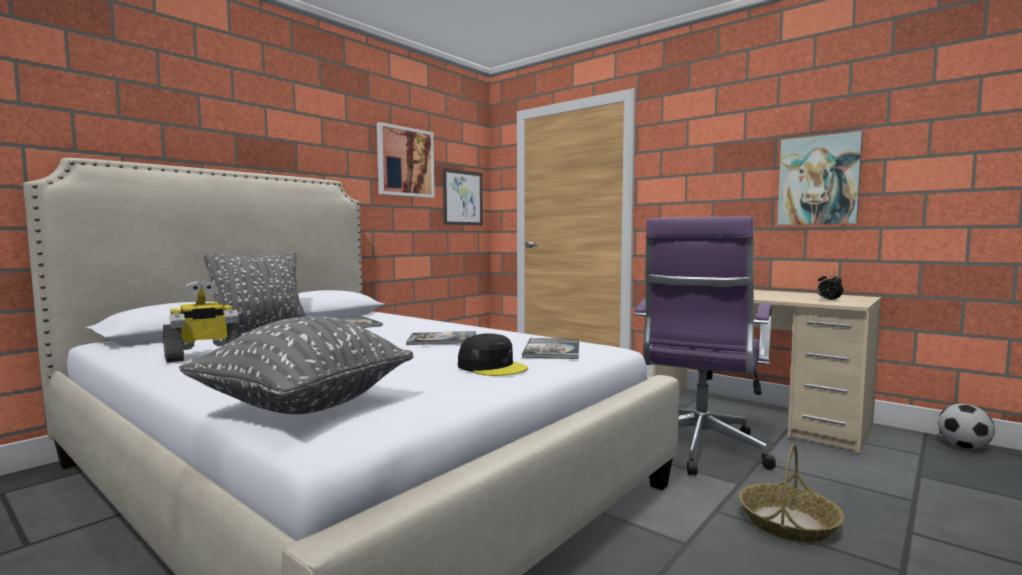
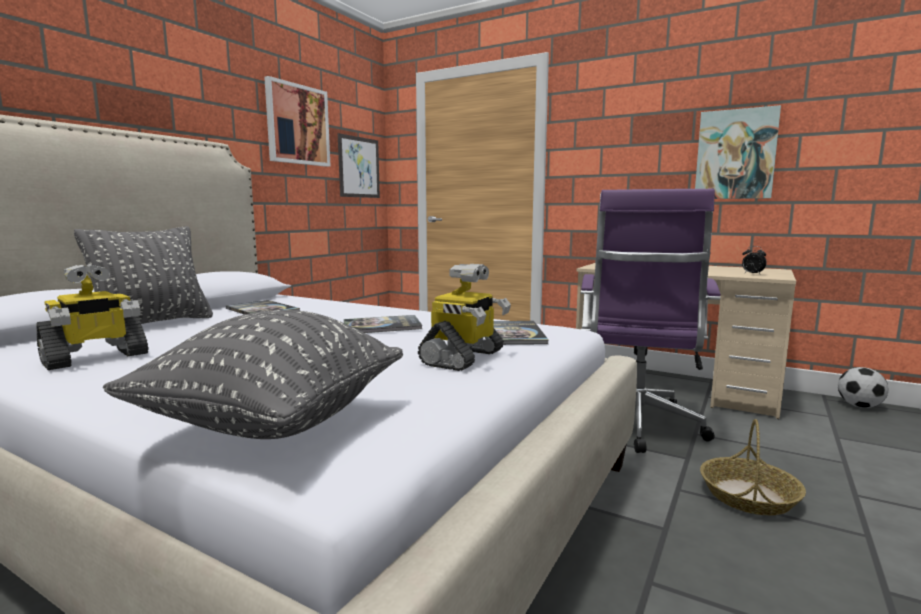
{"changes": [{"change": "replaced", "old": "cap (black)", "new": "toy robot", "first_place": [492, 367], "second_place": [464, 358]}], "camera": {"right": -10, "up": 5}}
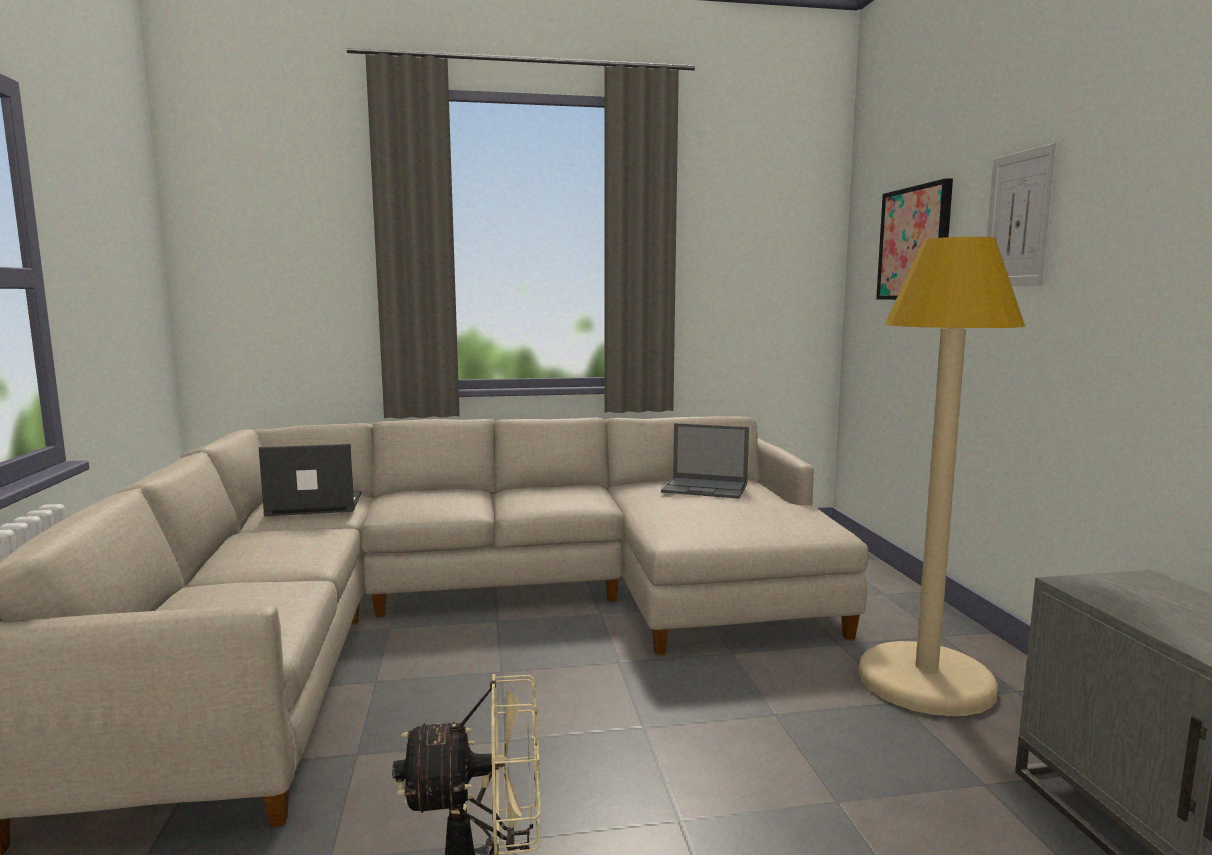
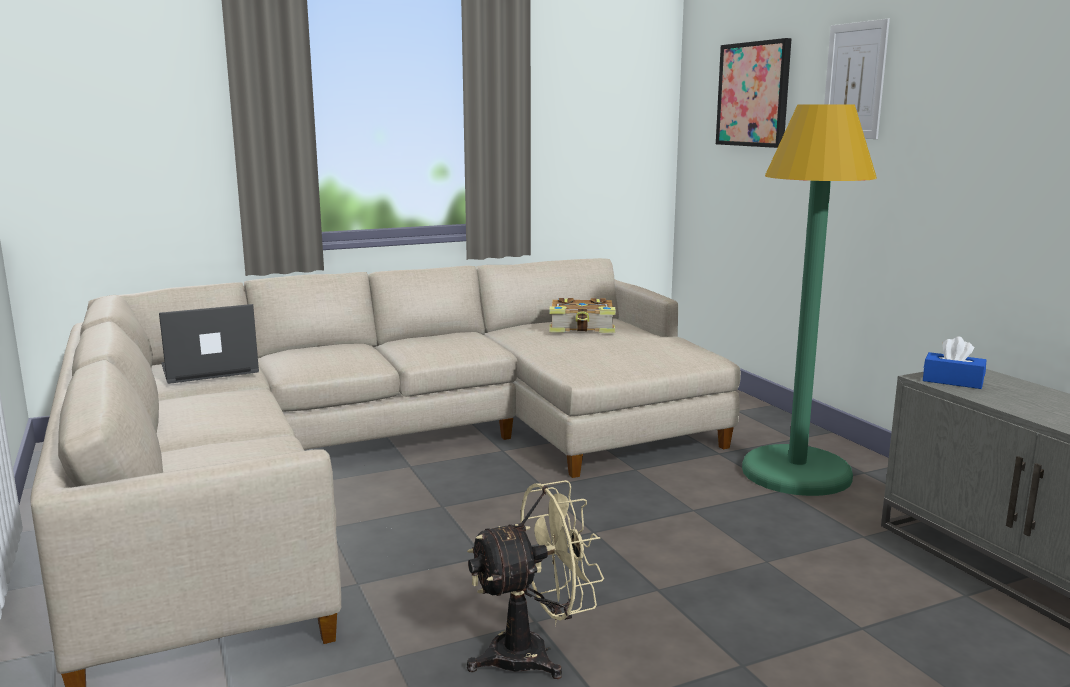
{"changes": [{"change": "added", "new": "tissue box (blue)", "second_place": [952, 381]}, {"change": "replaced", "old": "laptop", "new": "book", "first_place": [706, 488], "second_place": [582, 327]}, {"change": "recoloured", "old": "floor lamp (beige)", "new": "floor lamp (green)", "first_place": [926, 681], "second_place": [796, 473]}], "camera": {"right": -15, "up": 5}}
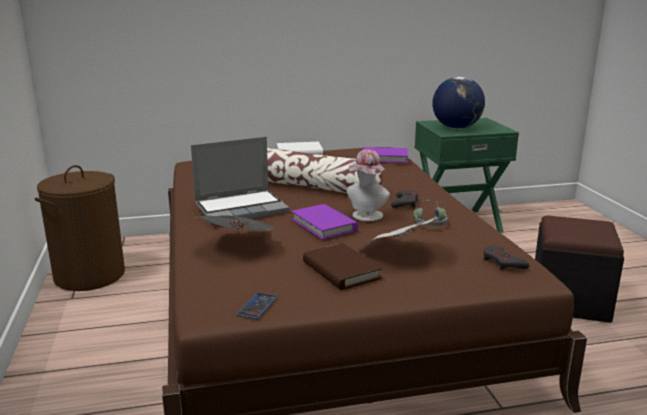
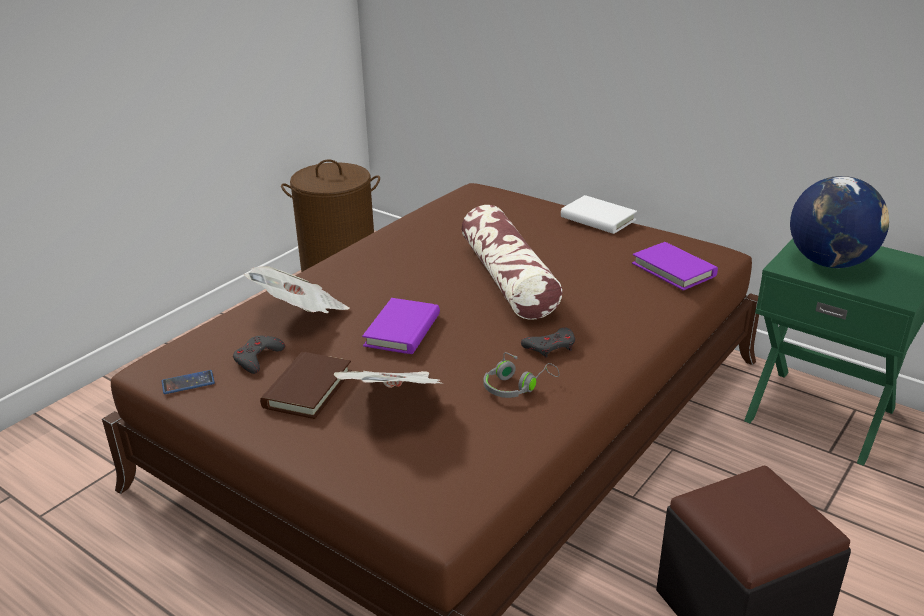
{"changes": [{"change": "removed", "old": "laptop", "first_place": [242, 208]}, {"change": "removed", "old": "hat", "first_place": [366, 217]}, {"change": "moved", "old": "game controller (grey)", "first_place": [503, 262], "second_place": [257, 358]}], "camera": {"right": 50, "up": 10}}
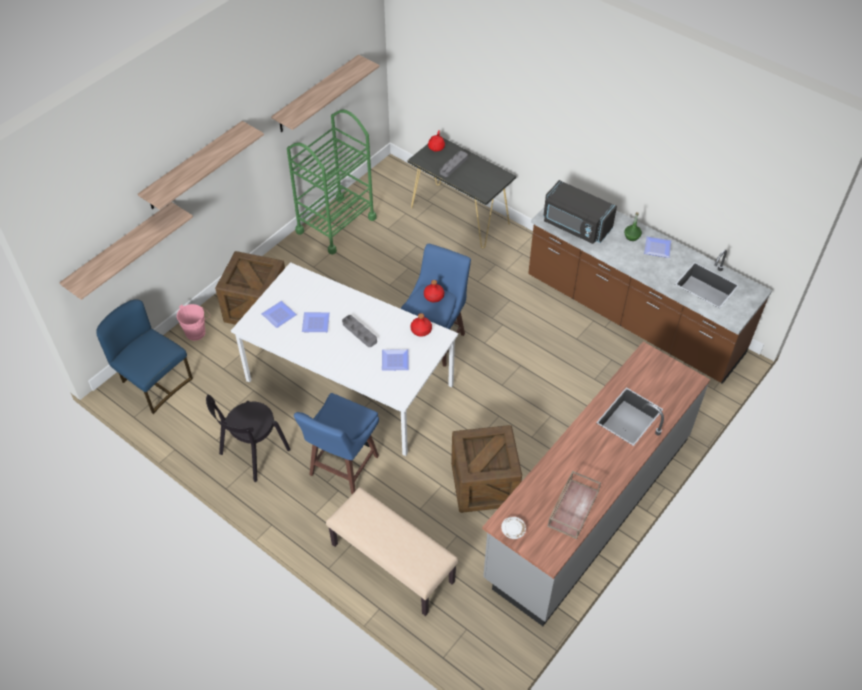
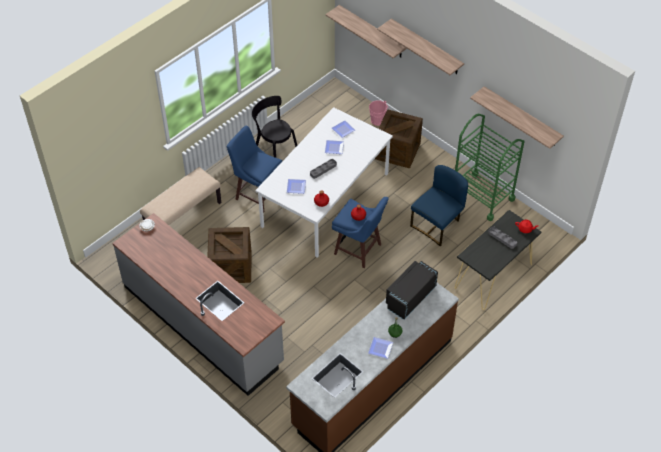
{"changes": [{"change": "removed", "old": "tray (brown)", "first_place": [573, 507]}, {"change": "moved", "old": "chair (blue)", "first_place": [154, 382], "second_place": [437, 225]}], "camera": {"right": 95, "up": 0}}
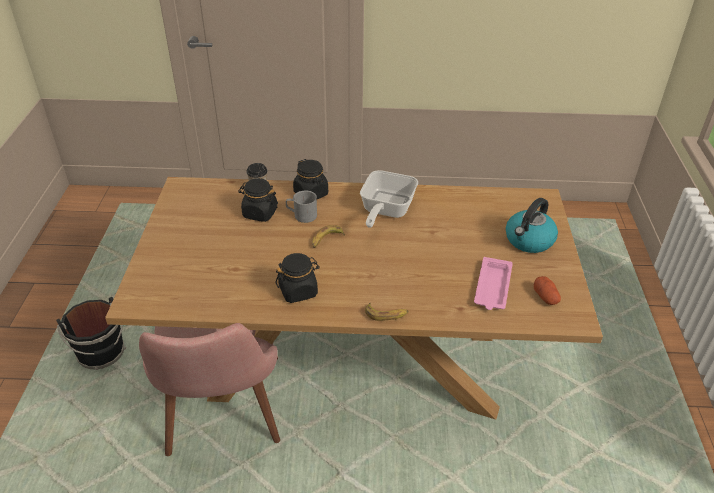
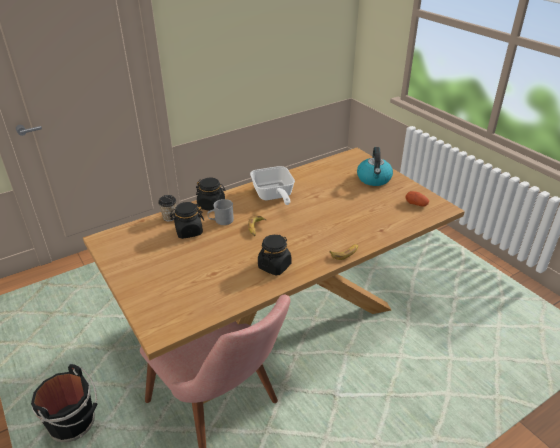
{"changes": [{"change": "removed", "old": "tray (pink)", "first_place": [492, 288]}], "camera": {"right": -35, "up": -5}}
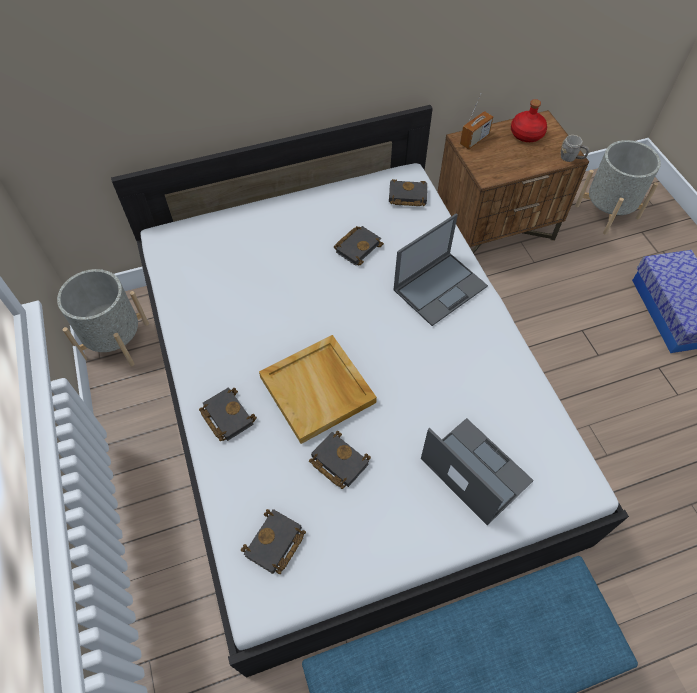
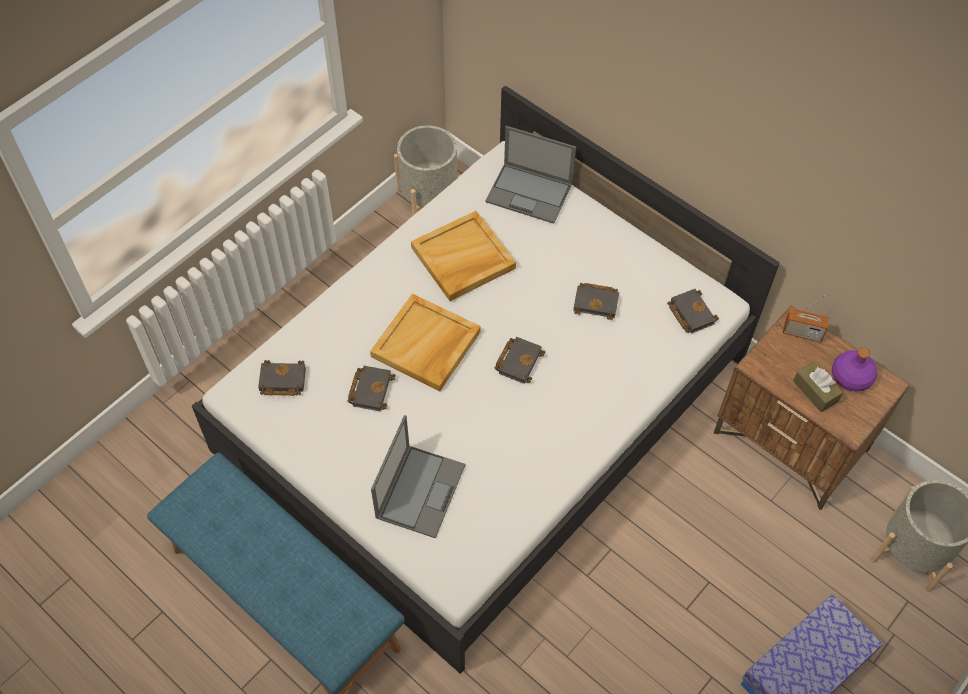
{"changes": [{"change": "removed", "old": "mug (grey)", "first_place": [571, 158]}, {"change": "added", "new": "tray (beige)", "second_place": [462, 259]}, {"change": "added", "new": "tissue box (brown)", "second_place": [815, 391]}, {"change": "moved", "old": "book (black)", "first_place": [226, 416], "second_place": [518, 360]}, {"change": "moved", "old": "laptop", "first_place": [440, 287], "second_place": [530, 193]}, {"change": "recoloured", "old": "bottle (red)", "new": "bottle (purple)", "first_place": [527, 134], "second_place": [851, 377]}], "camera": {"right": 60, "up": 0}}
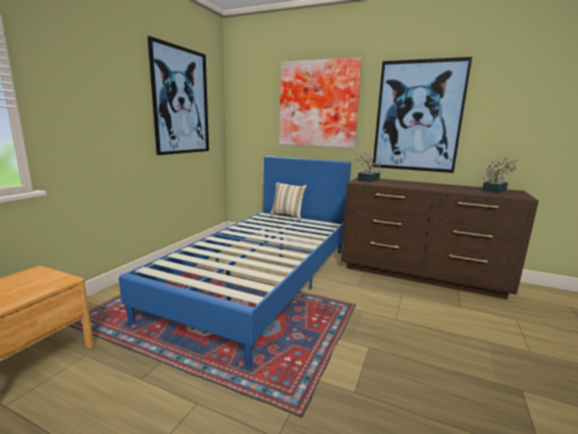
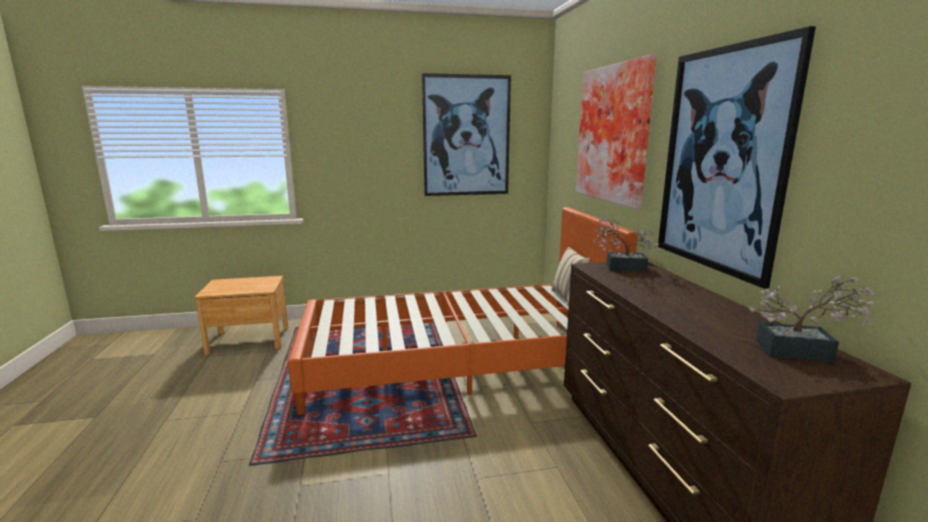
{"changes": [{"change": "recoloured", "old": "bed (blue)", "new": "bed (orange)", "first_place": [261, 279], "second_place": [455, 361]}], "camera": {"right": 55, "up": 0}}
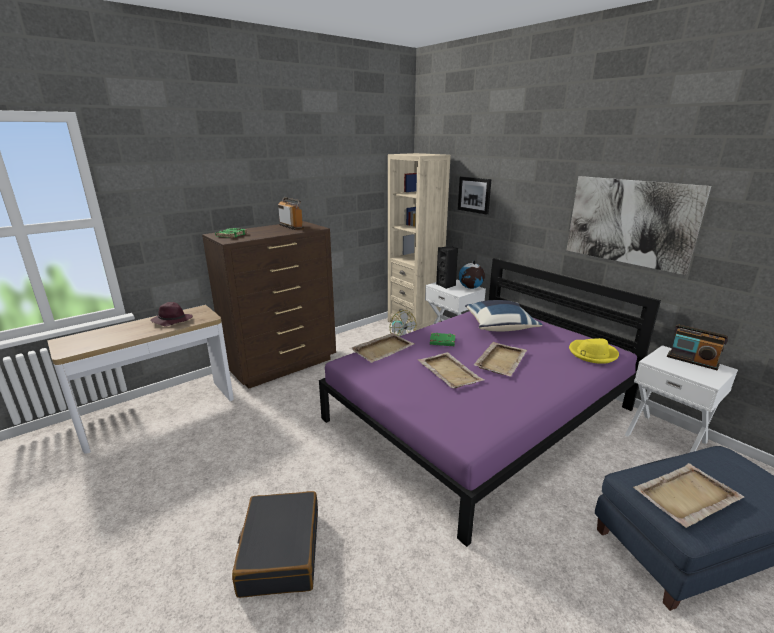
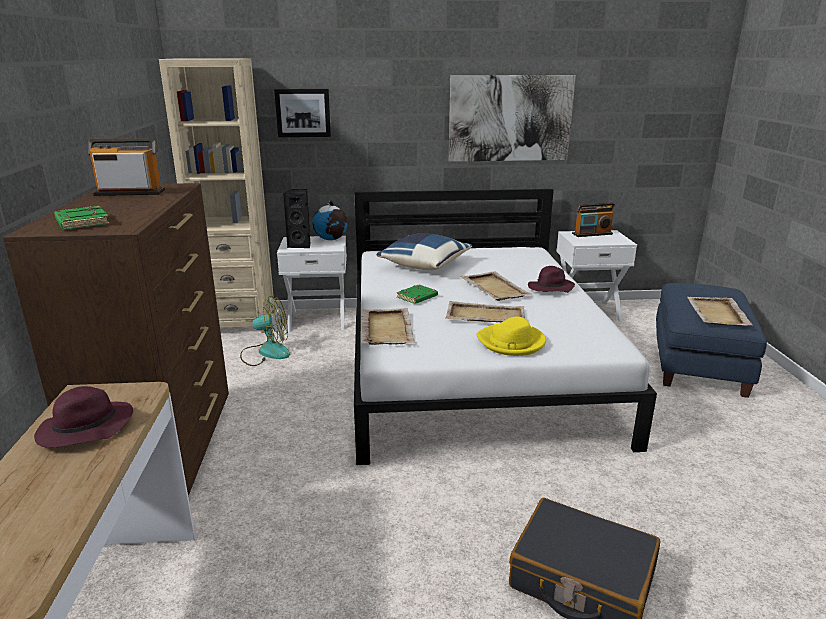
{"changes": [{"change": "added", "new": "hat (purple)", "second_place": [550, 289]}, {"change": "moved", "old": "hat (yellow)", "first_place": [592, 353], "second_place": [511, 342]}, {"change": "recoloured", "old": "bed (purple)", "new": "bed (white)", "first_place": [480, 414], "second_place": [472, 365]}], "camera": {"right": -55, "up": 0}}
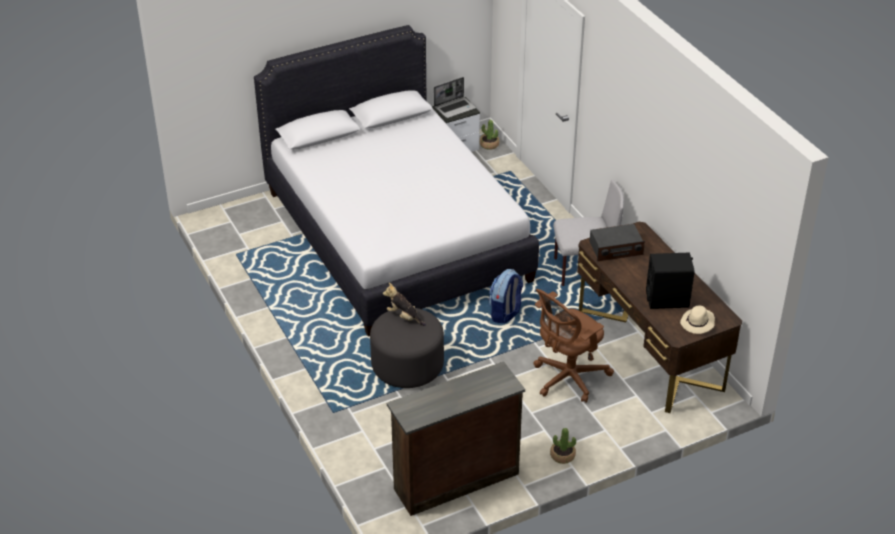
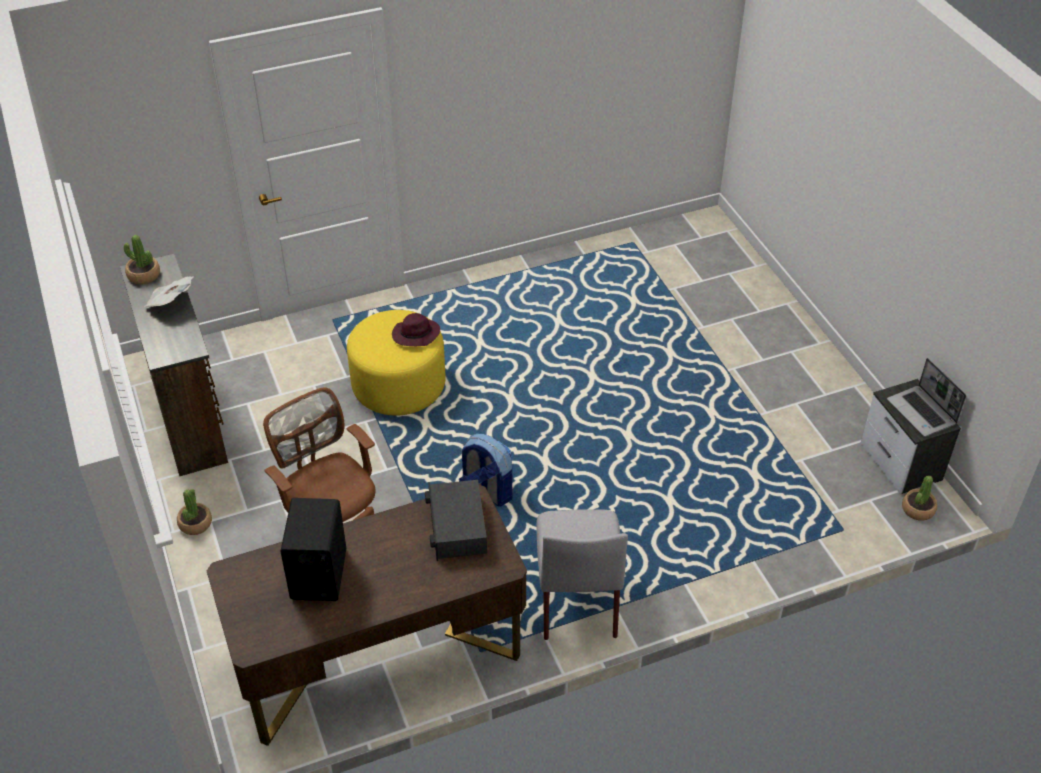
{"changes": [{"change": "removed", "old": "bed (white)", "first_place": [396, 235]}, {"change": "removed", "old": "hat (beige)", "first_place": [697, 323]}, {"change": "added", "new": "potted plant", "second_place": [144, 275]}, {"change": "added", "new": "newspaper", "second_place": [171, 302]}, {"change": "replaced", "old": "plush toy", "new": "hat (purple)", "first_place": [404, 317], "second_place": [415, 335]}, {"change": "recoloured", "old": "ottoman (grey)", "new": "ottoman (yellow)", "first_place": [407, 366], "second_place": [398, 385]}], "camera": {"right": 95, "up": 5}}
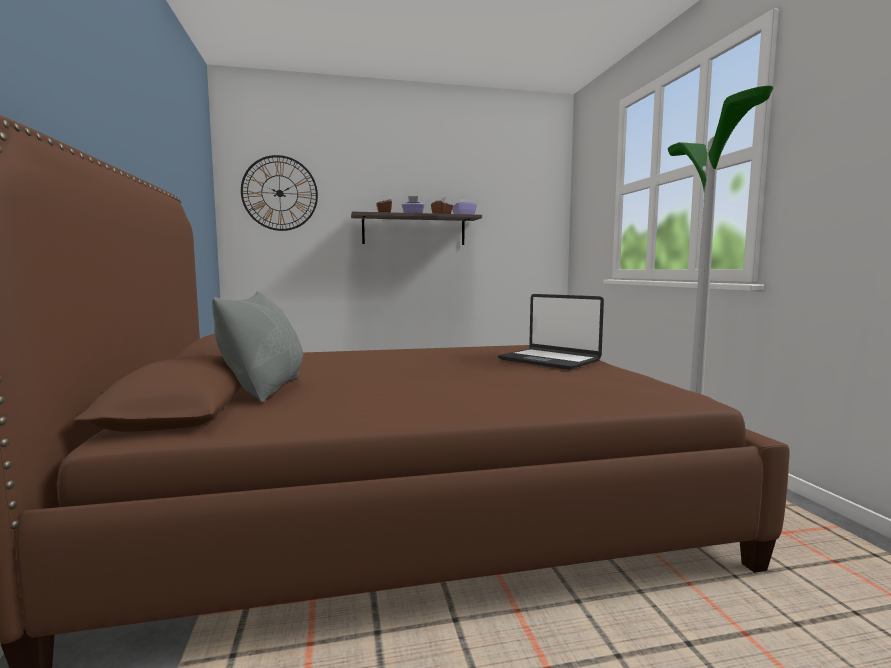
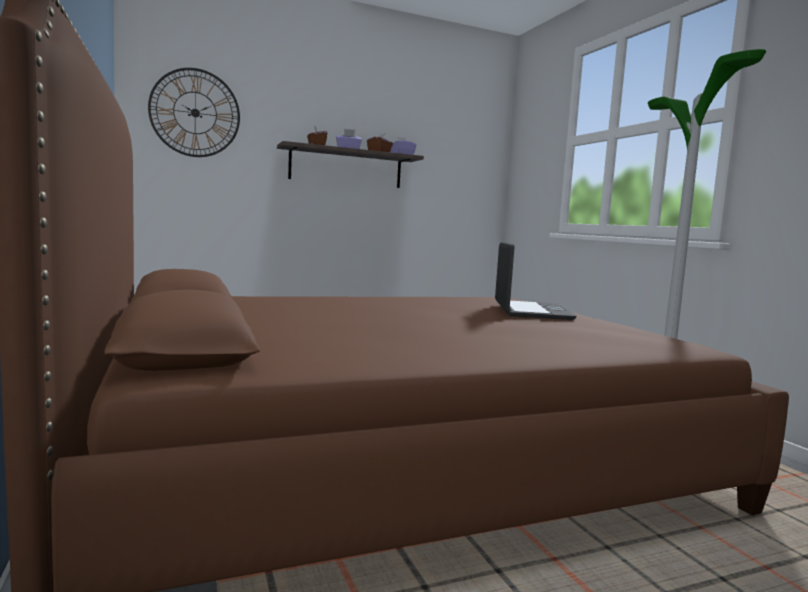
{"changes": [{"change": "removed", "old": "pillow (grey)", "first_place": [264, 389]}, {"change": "turned", "old": "laptop", "first_place": [549, 360], "second_place": [531, 311], "degrees": -120}], "camera": {"right": -10, "up": 0}}
